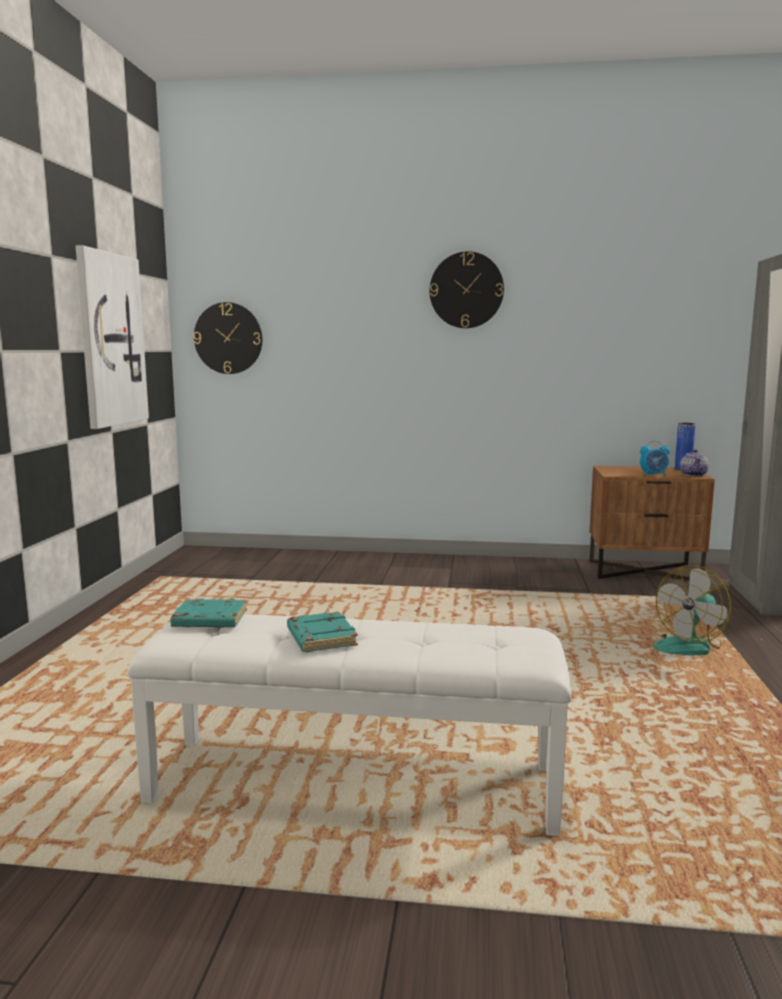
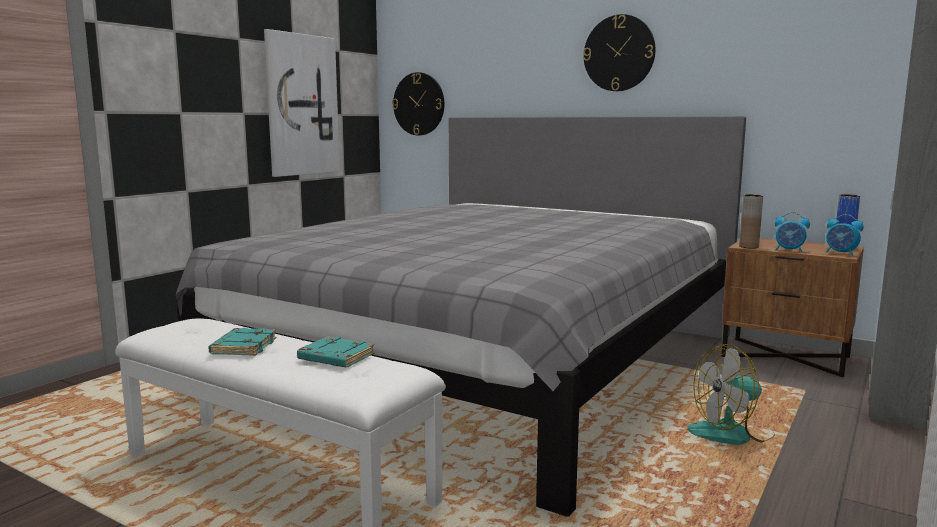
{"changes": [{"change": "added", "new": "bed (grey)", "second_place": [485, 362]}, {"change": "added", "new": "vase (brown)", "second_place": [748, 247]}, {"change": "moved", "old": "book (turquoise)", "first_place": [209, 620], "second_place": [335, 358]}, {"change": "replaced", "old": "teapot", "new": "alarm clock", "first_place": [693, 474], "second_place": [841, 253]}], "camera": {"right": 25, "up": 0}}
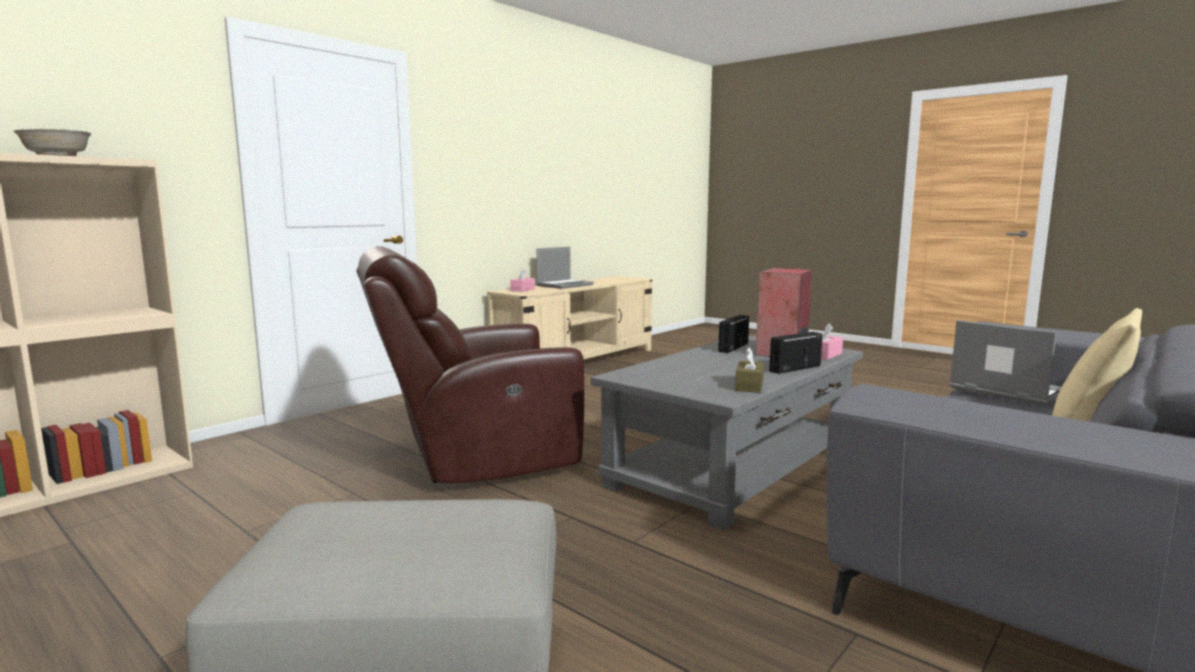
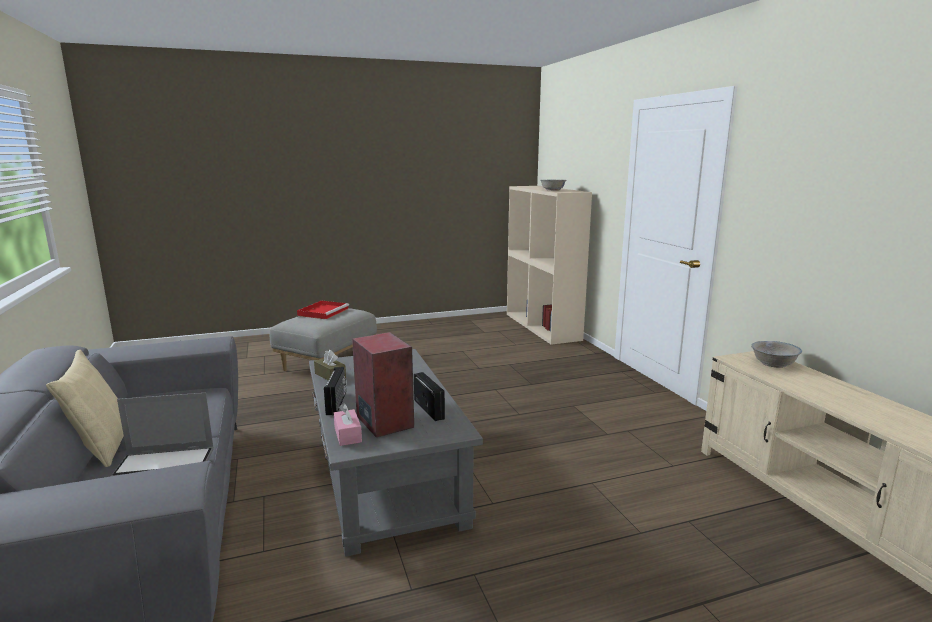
{"changes": [{"change": "removed", "old": "armchair (brown)", "first_place": [475, 459]}, {"change": "removed", "old": "laptop", "first_place": [565, 285]}, {"change": "added", "new": "tray (red)", "second_place": [323, 312]}, {"change": "replaced", "old": "tissue box (pink)", "new": "bowl (white)", "first_place": [522, 290], "second_place": [774, 364]}], "camera": {"right": 120, "up": 5}}
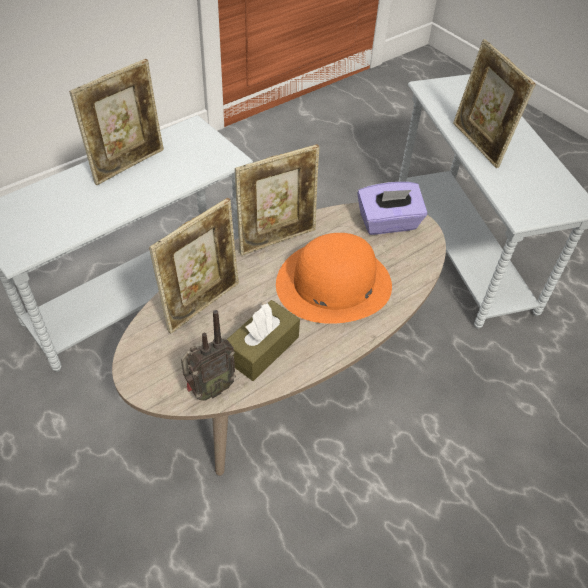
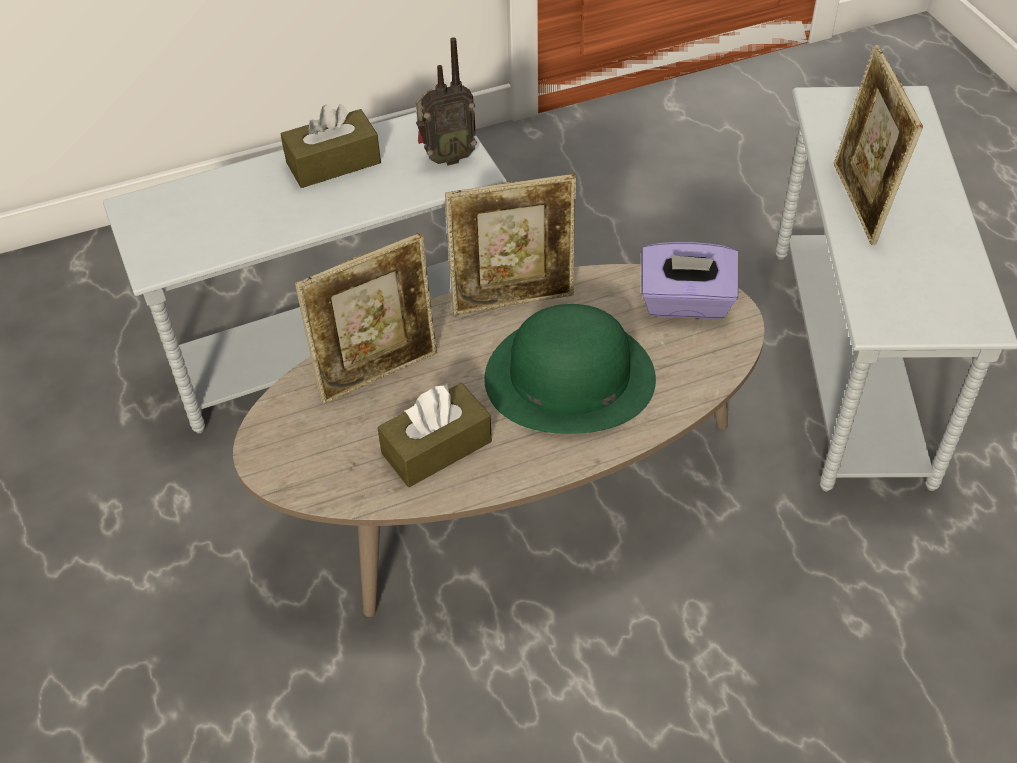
{"changes": [{"change": "moved", "old": "radio", "first_place": [209, 390], "second_place": [446, 158]}, {"change": "replaced", "old": "picture frame", "new": "tissue box (brown)", "first_place": [128, 164], "second_place": [333, 163]}, {"change": "recoloured", "old": "hat (orange)", "new": "hat (green)", "first_place": [333, 284], "second_place": [569, 377]}], "camera": {"right": 20, "up": 0}}
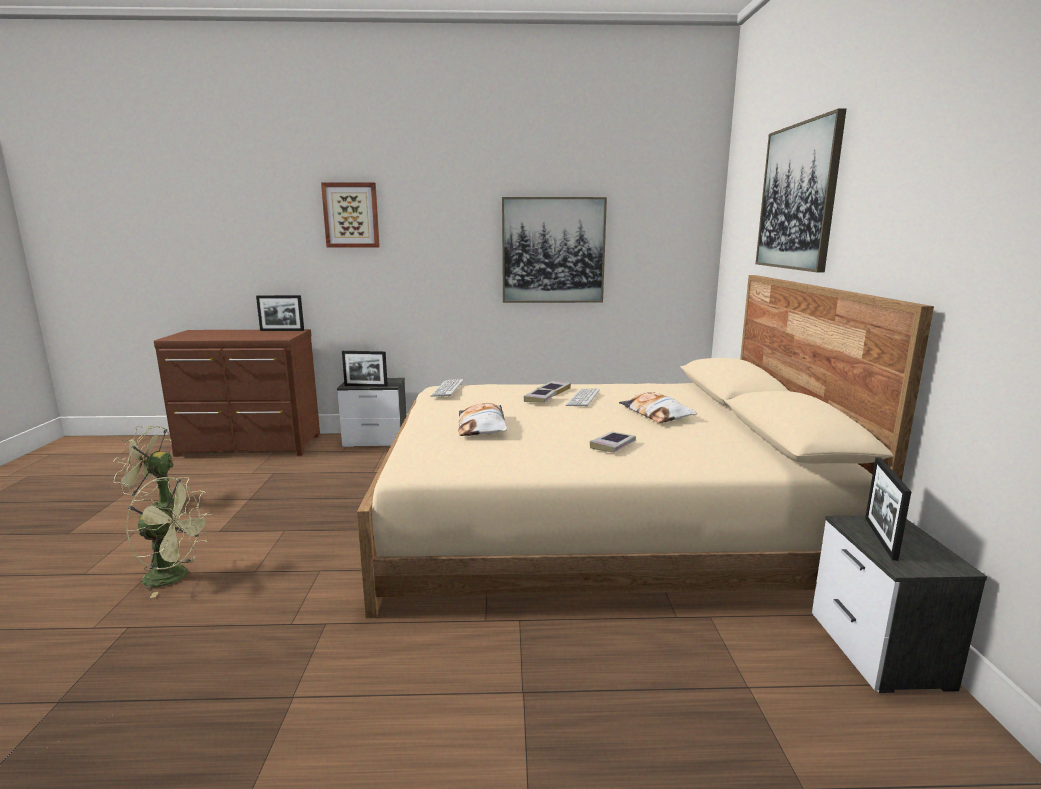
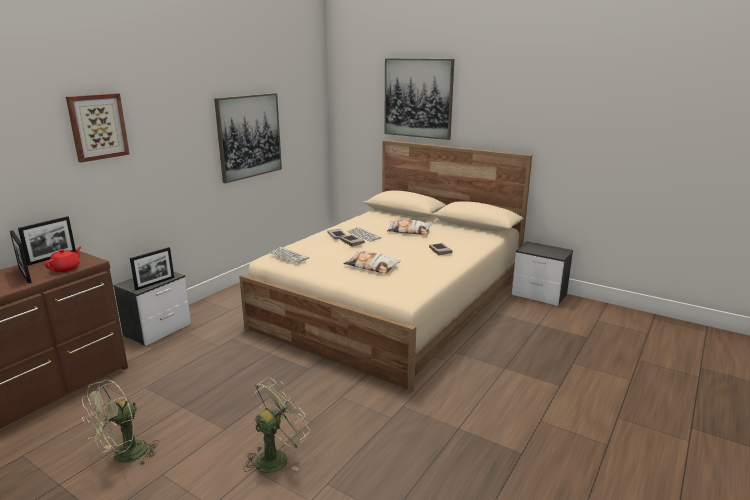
{"changes": [{"change": "added", "new": "teapot (red)", "second_place": [66, 268]}, {"change": "moved", "old": "picture frame", "first_place": [880, 538], "second_place": [25, 275]}], "camera": {"right": -55, "up": 5}}
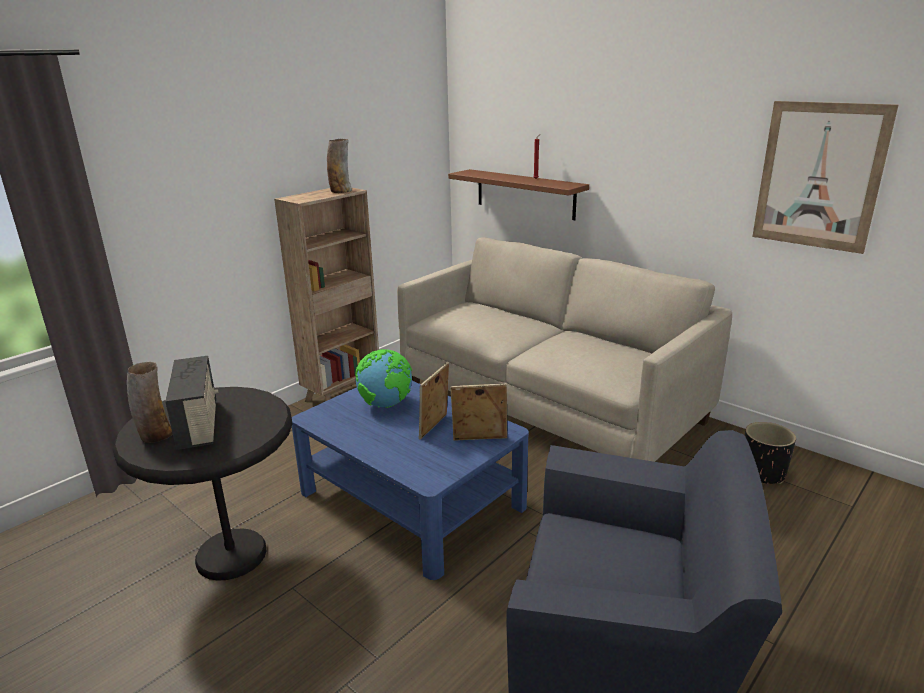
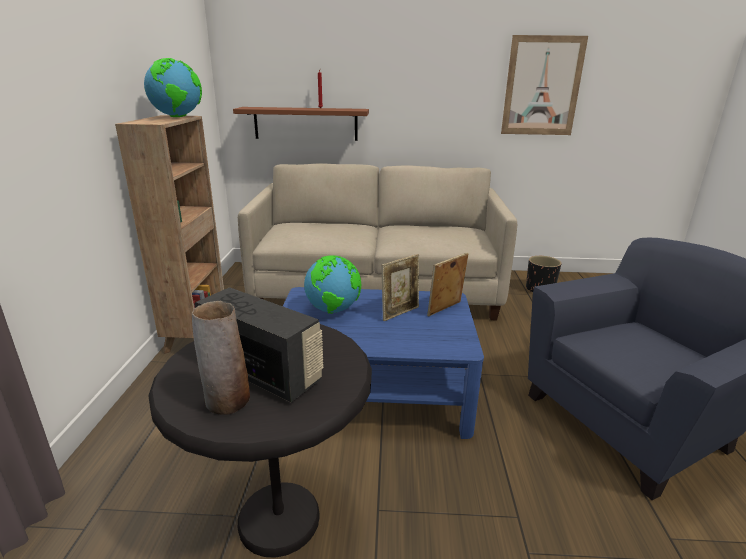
{"changes": [{"change": "replaced", "old": "vase", "new": "globe", "first_place": [341, 191], "second_place": [178, 117]}, {"change": "turned", "old": "picture frame", "first_place": [434, 427], "second_place": [400, 313], "degrees": -120}], "camera": {"right": -40, "up": 0}}
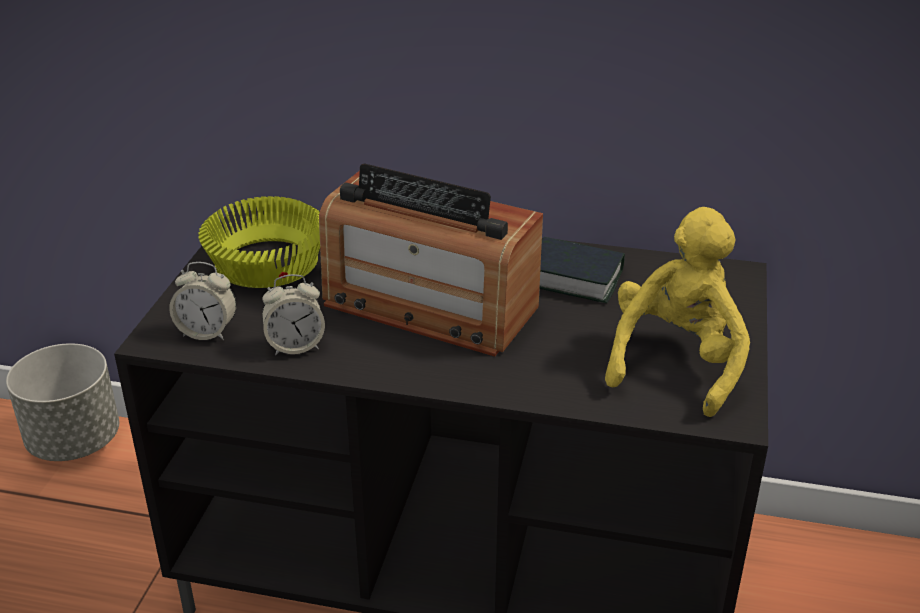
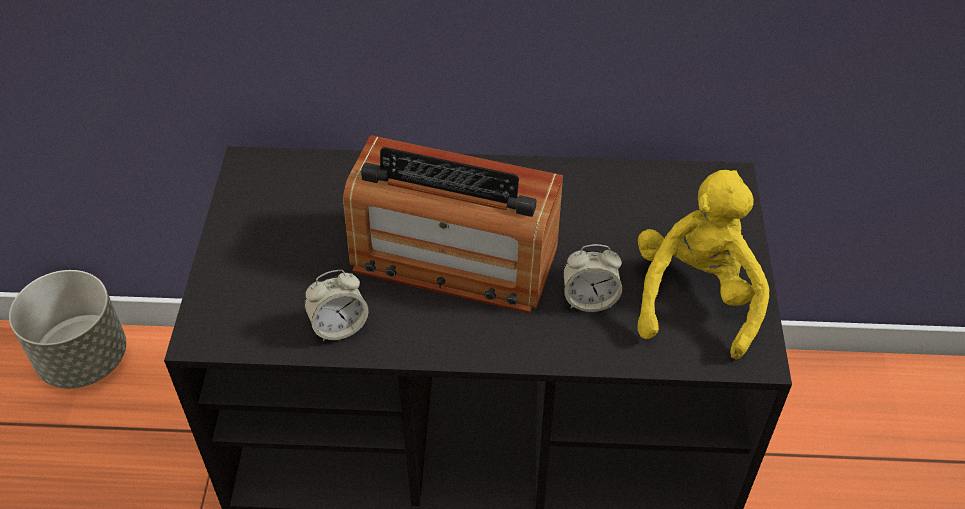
{"changes": [{"change": "removed", "old": "bowl (yellow)", "first_place": [266, 265]}, {"change": "removed", "old": "book", "first_place": [573, 278]}, {"change": "moved", "old": "alarm clock", "first_place": [207, 332], "second_place": [589, 300]}], "camera": {"right": -10, "up": 15}}
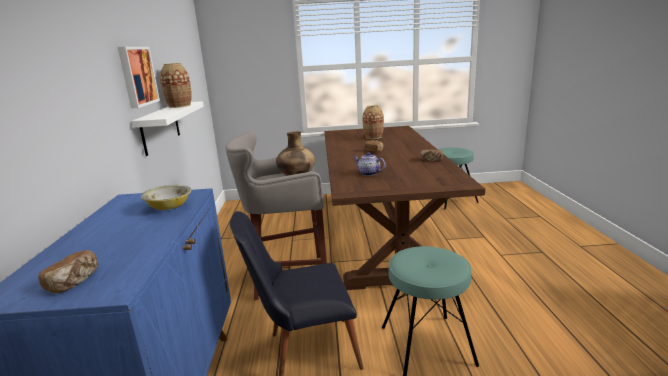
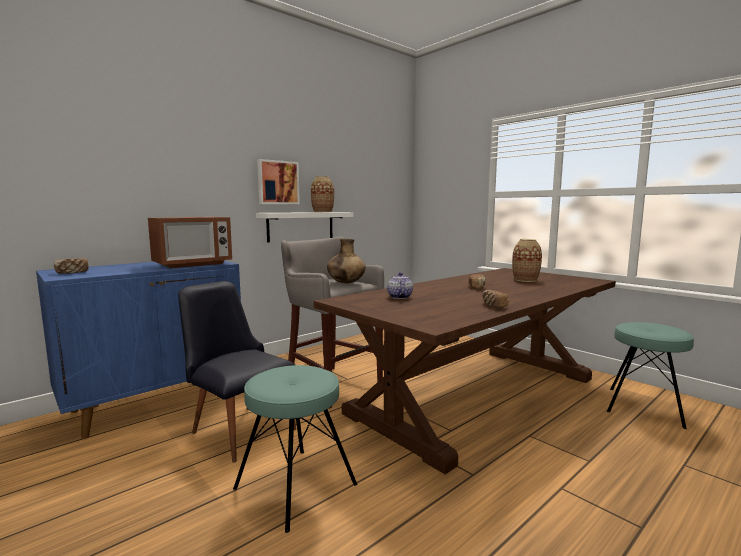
{"changes": [{"change": "replaced", "old": "bowl", "new": "microwave", "first_place": [169, 207], "second_place": [192, 264]}], "camera": {"right": 50, "up": -10}}
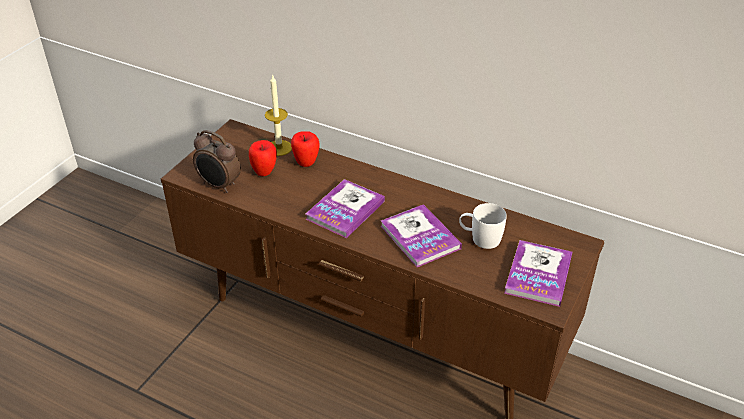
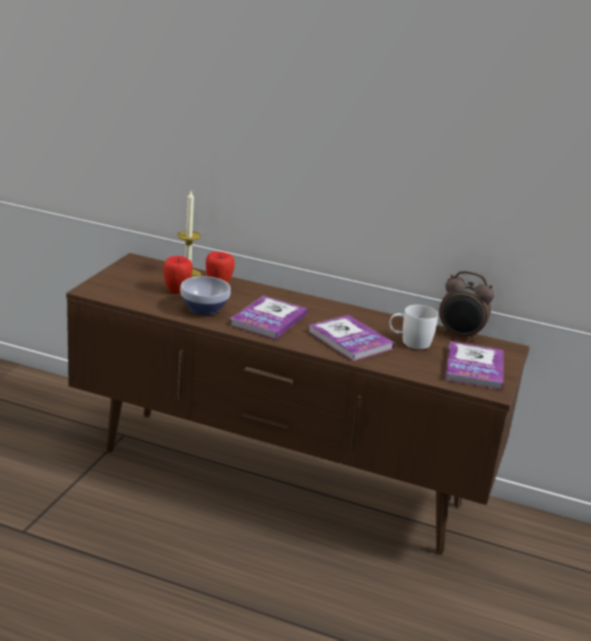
{"changes": [{"change": "added", "new": "bowl", "second_place": [204, 310]}, {"change": "moved", "old": "alarm clock", "first_place": [219, 185], "second_place": [460, 335]}], "camera": {"right": -10, "up": -15}}
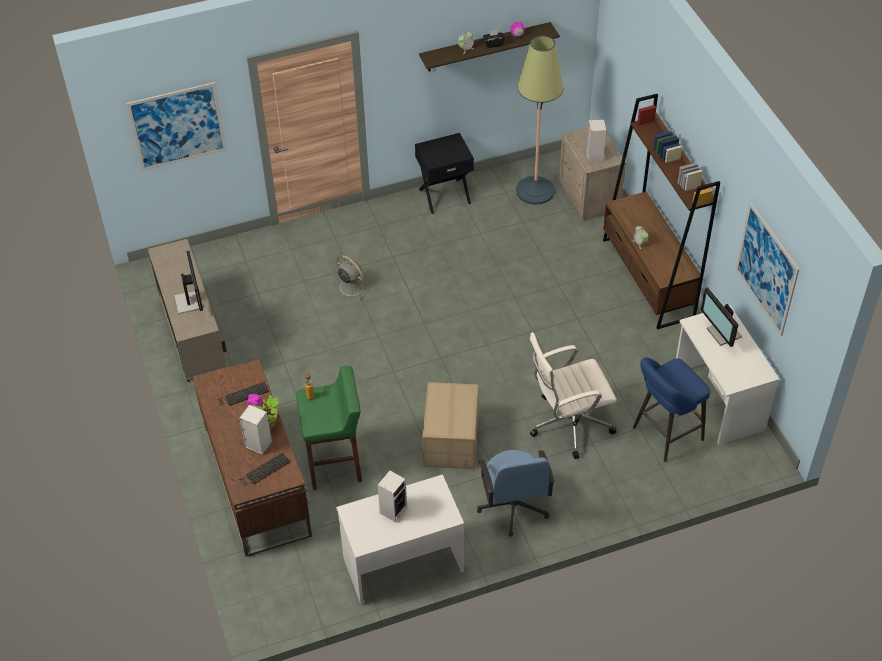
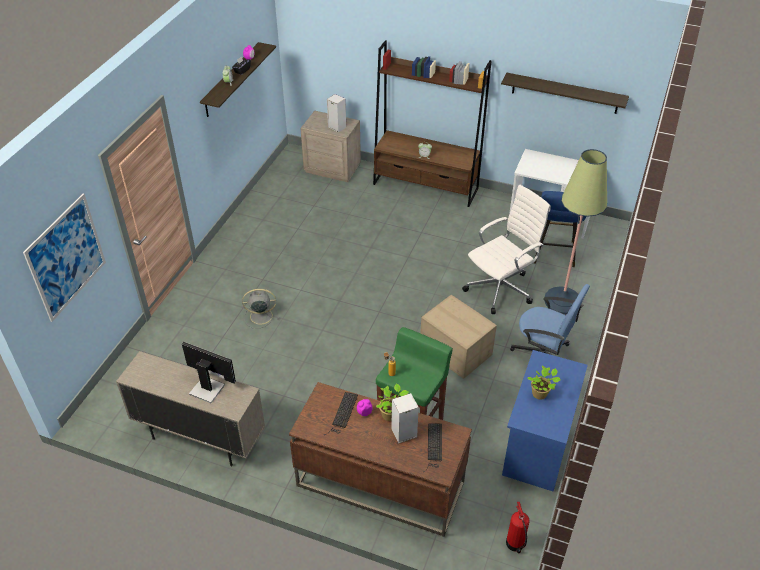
{"changes": [{"change": "removed", "old": "nightstand (black)", "first_place": [444, 195]}, {"change": "removed", "old": "monitor", "first_place": [723, 334]}, {"change": "added", "new": "fire extinguisher", "second_place": [515, 544]}, {"change": "moved", "old": "floor lamp", "first_place": [535, 191], "second_place": [562, 301]}, {"change": "replaced", "old": "speaker", "new": "potted plant", "first_place": [393, 509], "second_place": [540, 394]}, {"change": "replaced", "old": "picture", "new": "shelf", "first_place": [766, 269], "second_place": [565, 93]}, {"change": "recoloured", "old": "desk (white)", "new": "desk (blue)", "first_place": [403, 563], "second_place": [537, 443]}, {"change": "turned", "old": "office chair (white)", "first_place": [568, 424], "second_place": [501, 288], "degrees": -150}], "camera": {"right": -50, "up": -5}}
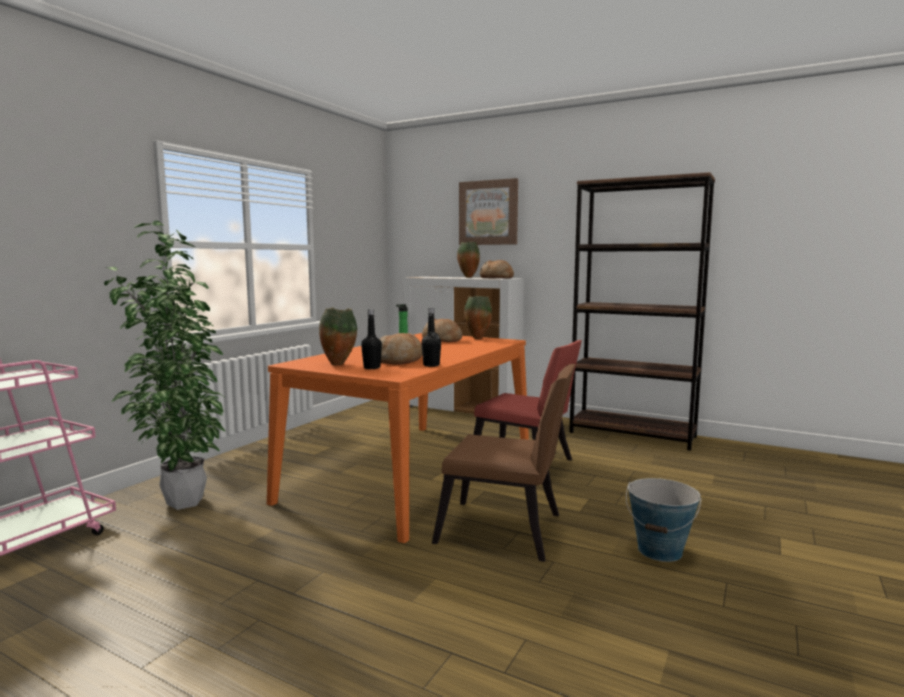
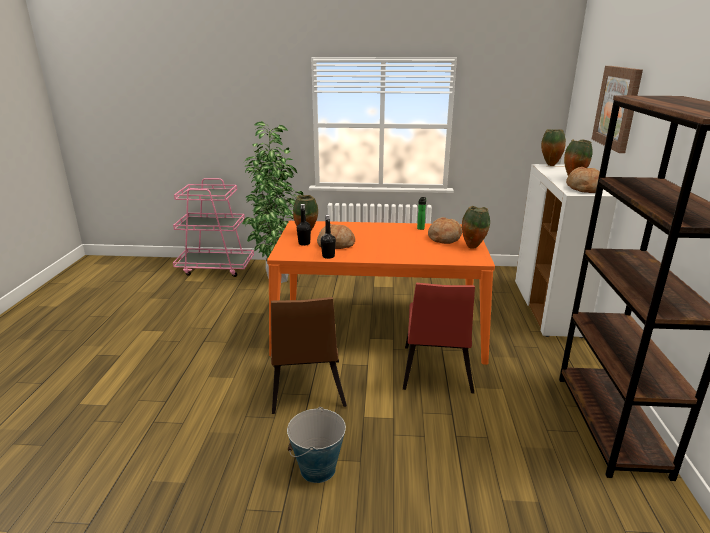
{"changes": [{"change": "added", "new": "vase", "second_place": [549, 165]}], "camera": {"right": 65, "up": 15}}
